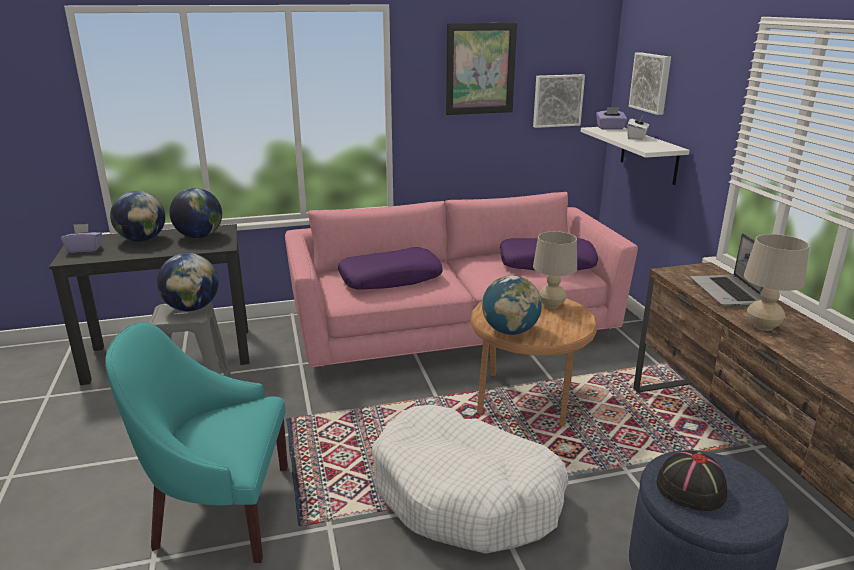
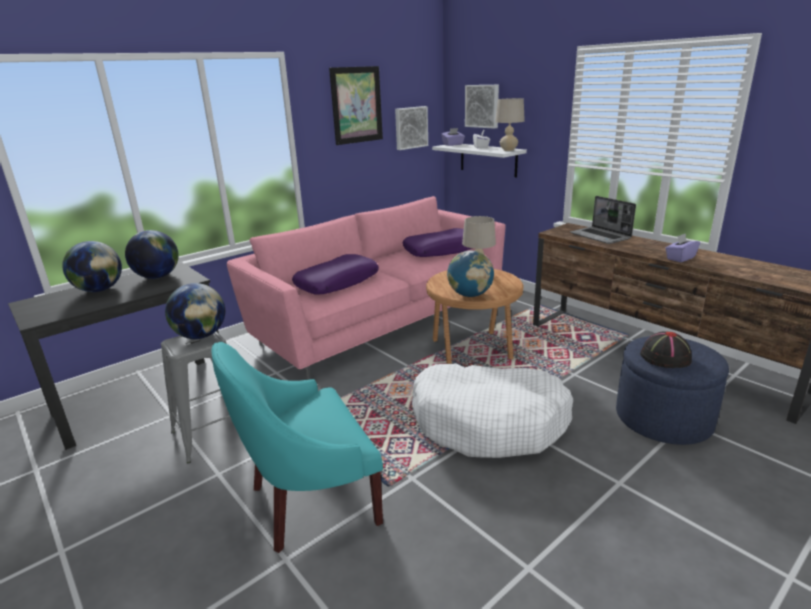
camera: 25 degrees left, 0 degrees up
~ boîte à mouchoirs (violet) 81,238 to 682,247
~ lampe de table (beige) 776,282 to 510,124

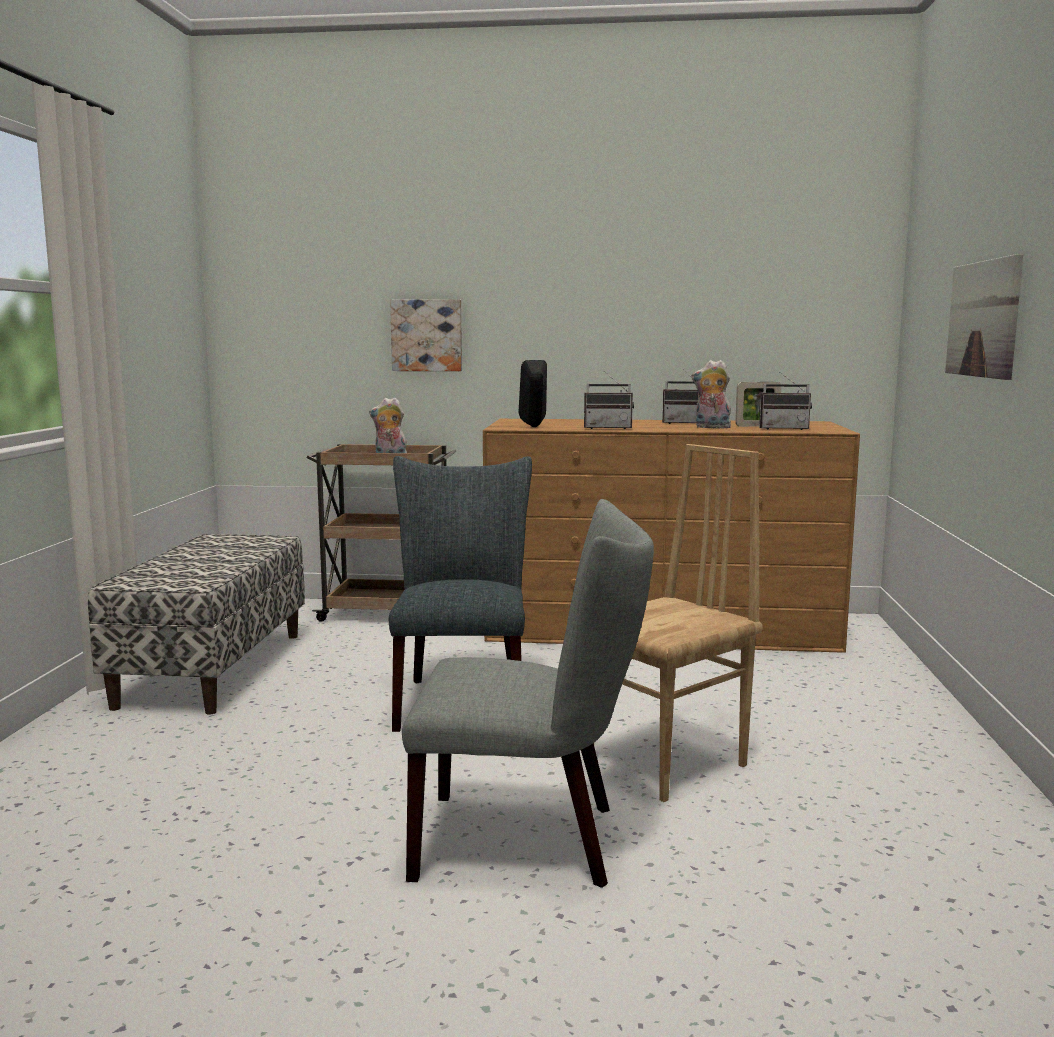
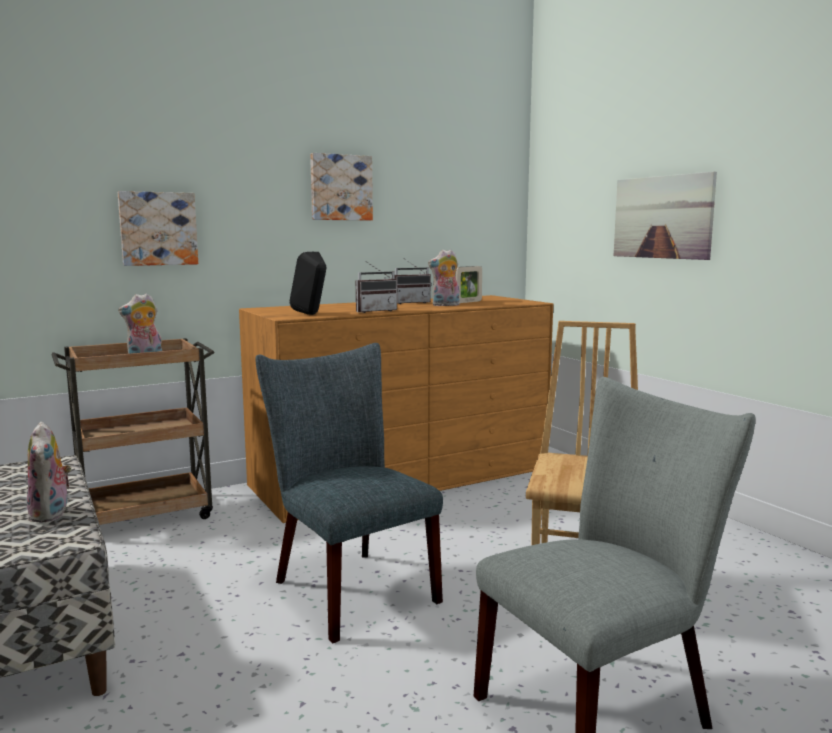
camera: 35 degrees left, 0 degrees up
- radio 785,400
+ tableau 341,186
+ peluche 49,472

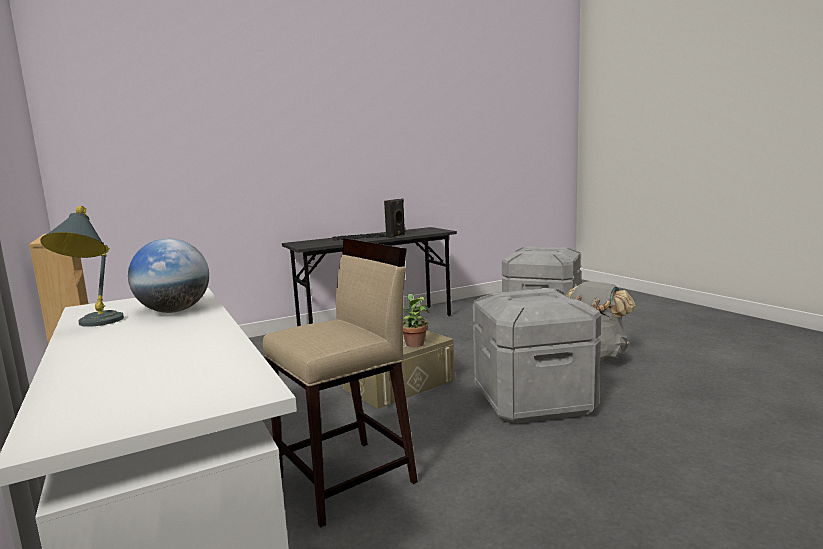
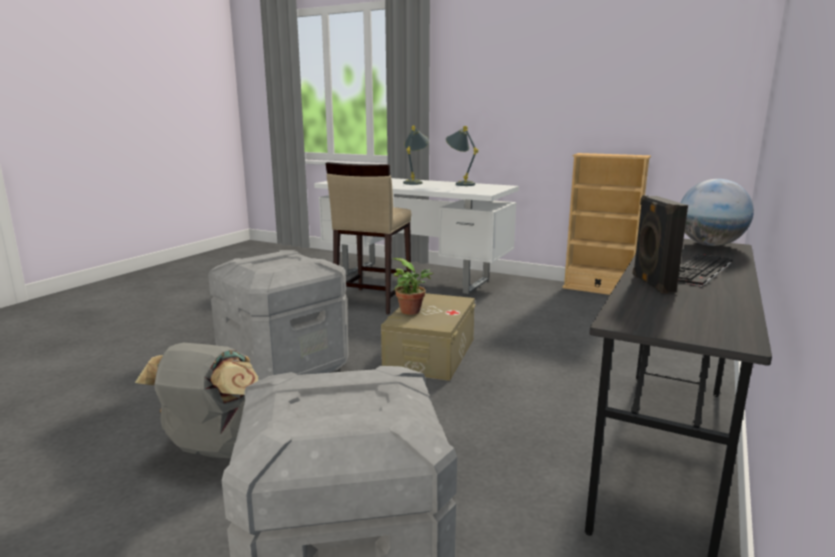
camera: 145 degrees right, 5 degrees up
~ globe 168,275 to 717,212
+ lampe de table (gris) 416,155

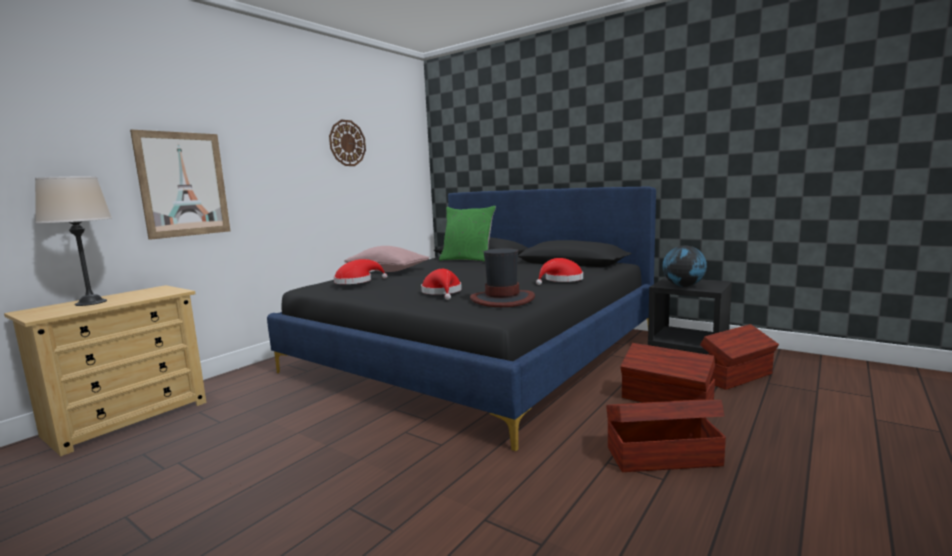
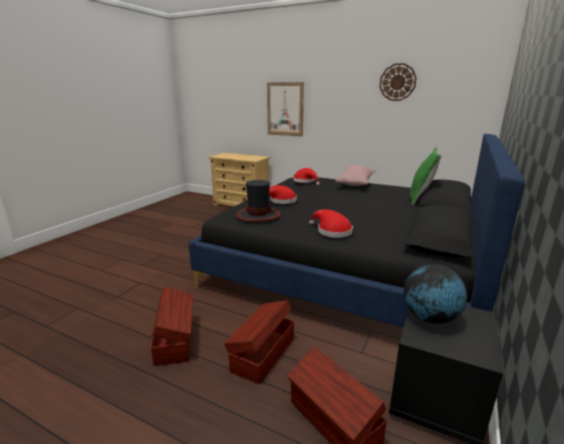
camera: 80 degrees right, 10 degrees up
- lampe de table (beige) 73,241

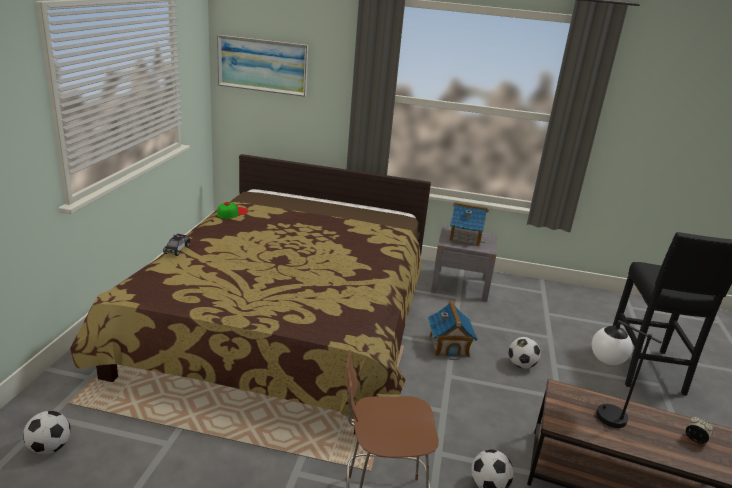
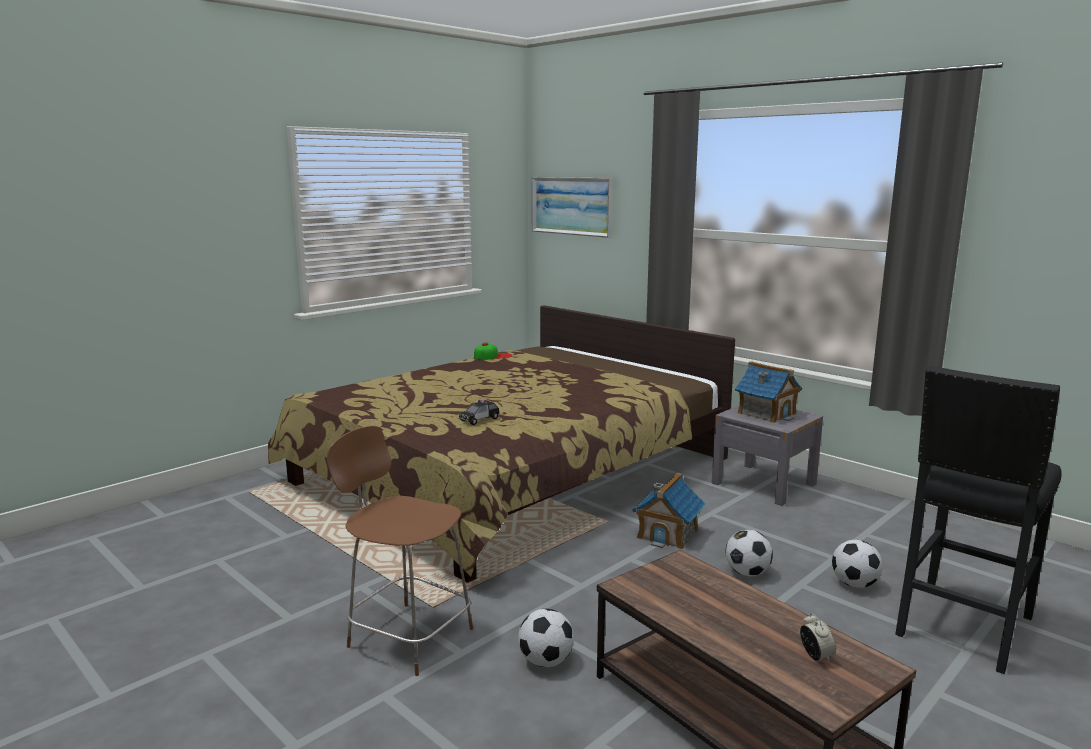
camera: 35 degrees right, 10 degrees down
~ petite voiture 176,245 to 479,412
- lampe de table 626,374
~ ballon de foot 47,433 to 857,564

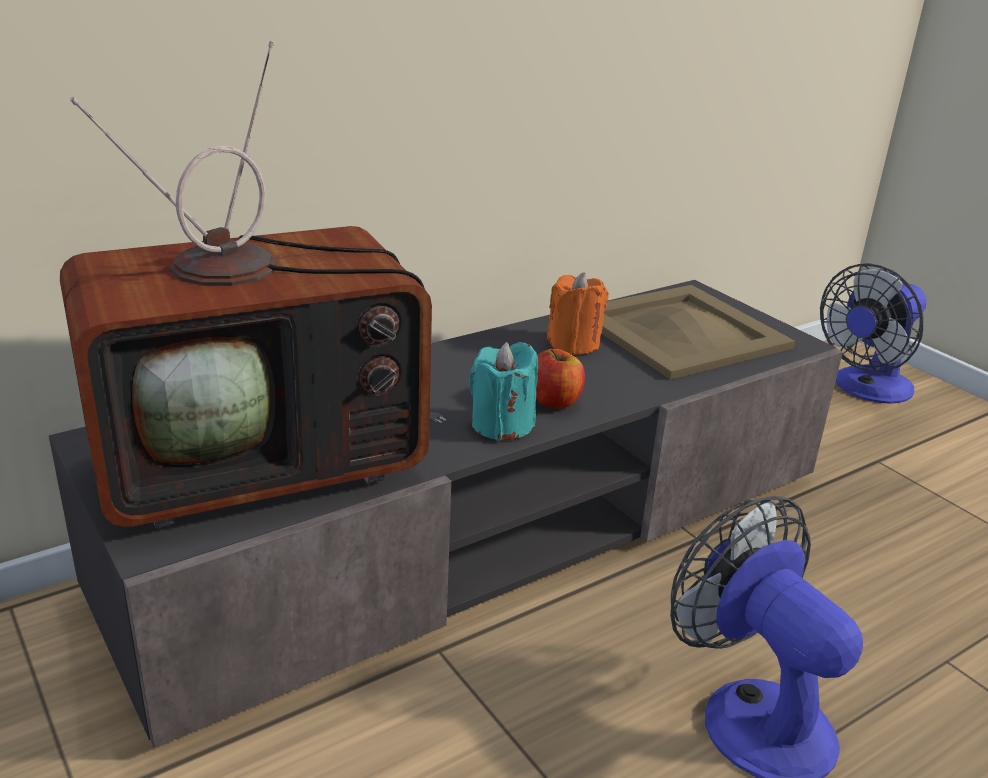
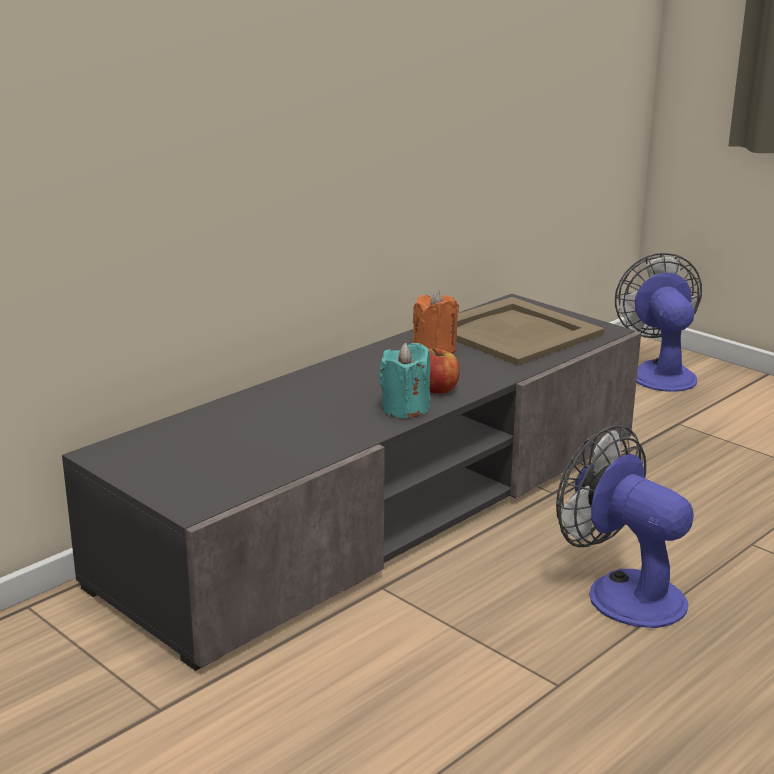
camera: 10 degrees left, 5 degrees down
- téléviseur 253,284
~ ventilateur 873,333 = 658,322 135 degrees clockwise

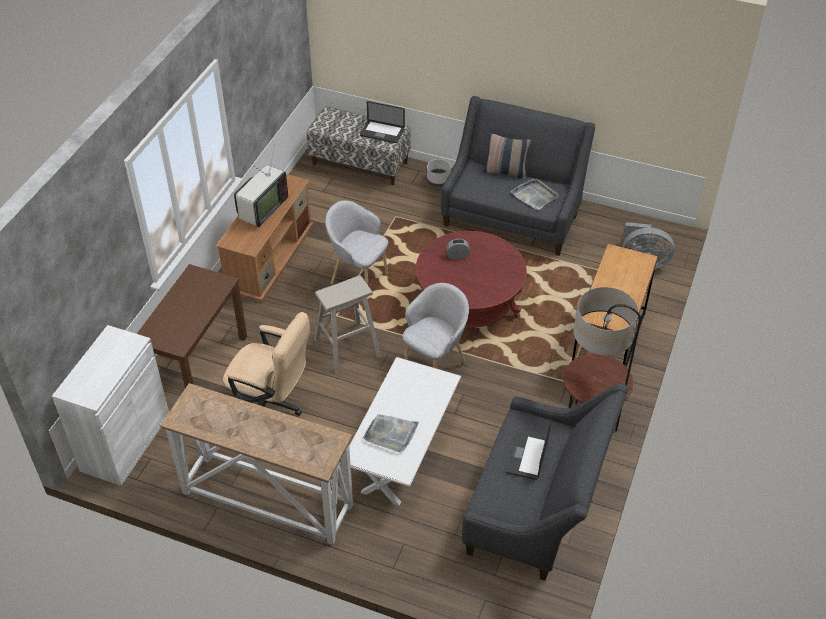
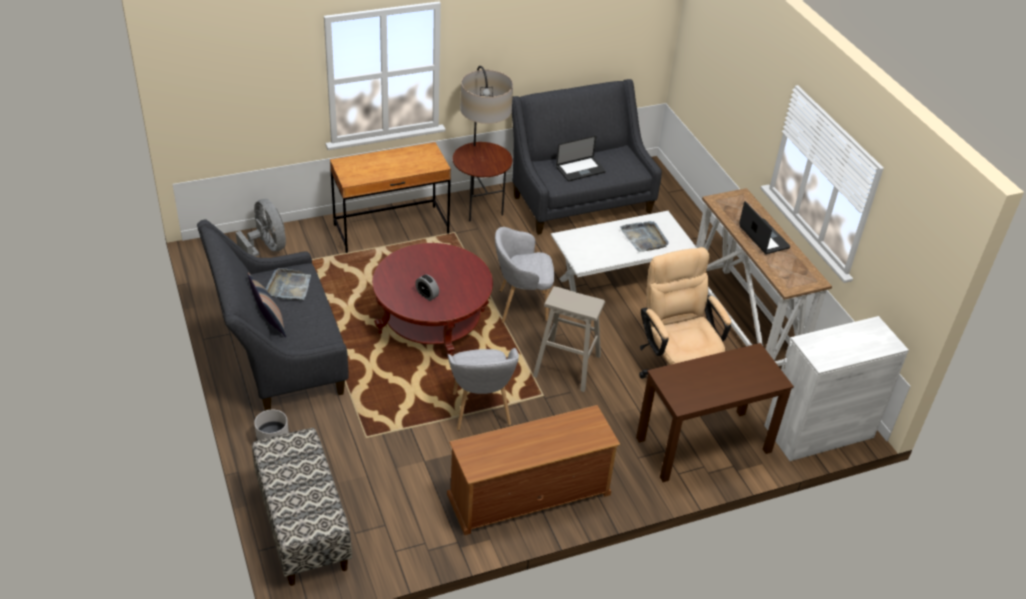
camera: 135 degrees left, 5 degrees down
~ ordinateur portable 382,122 to 764,227
- téléviseur 261,186

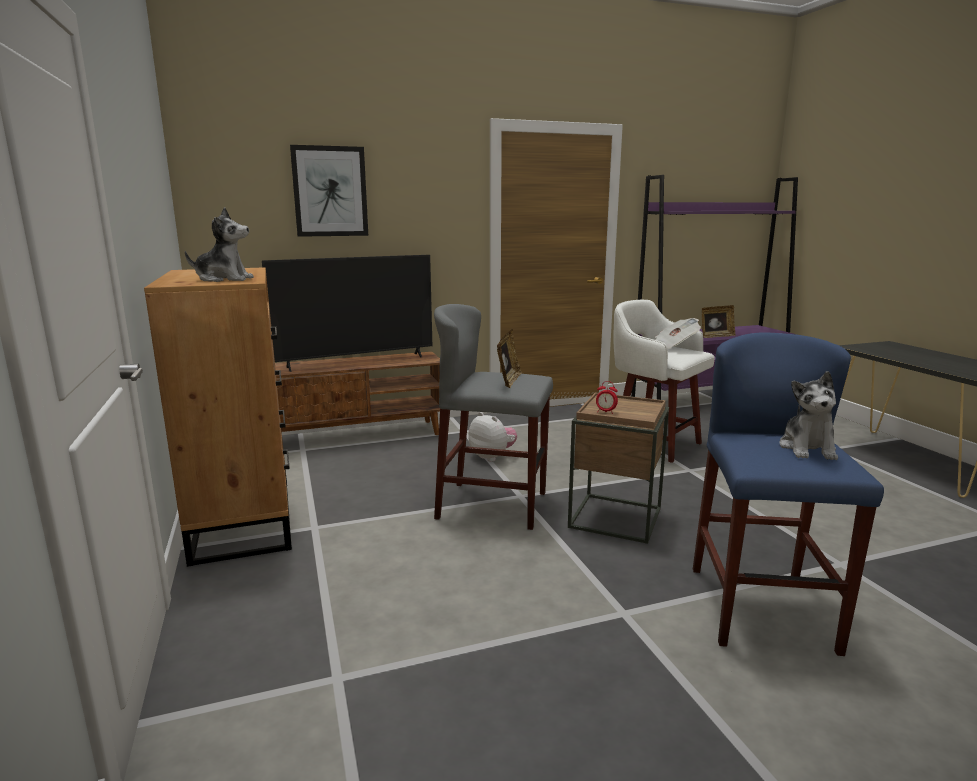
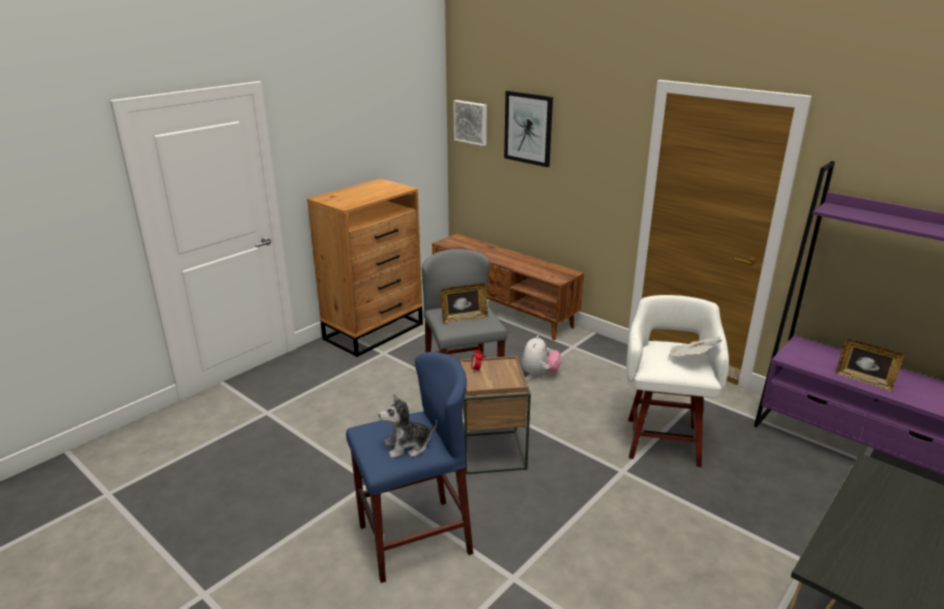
camera: 60 degrees right, 10 degrees up
- peluche 219,244
- téléviseur 347,313
+ tableau 470,123

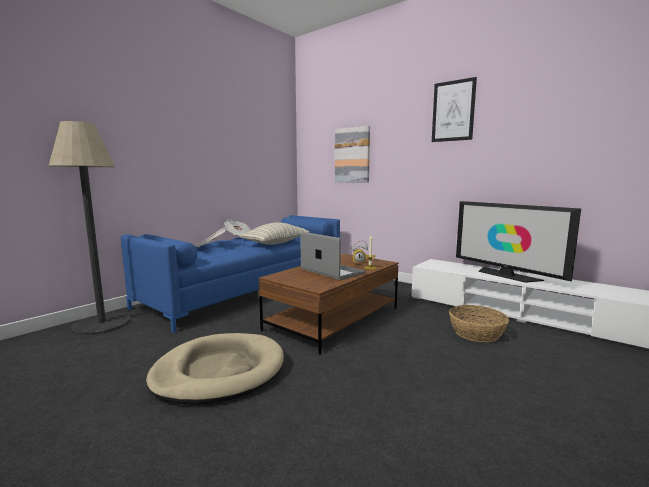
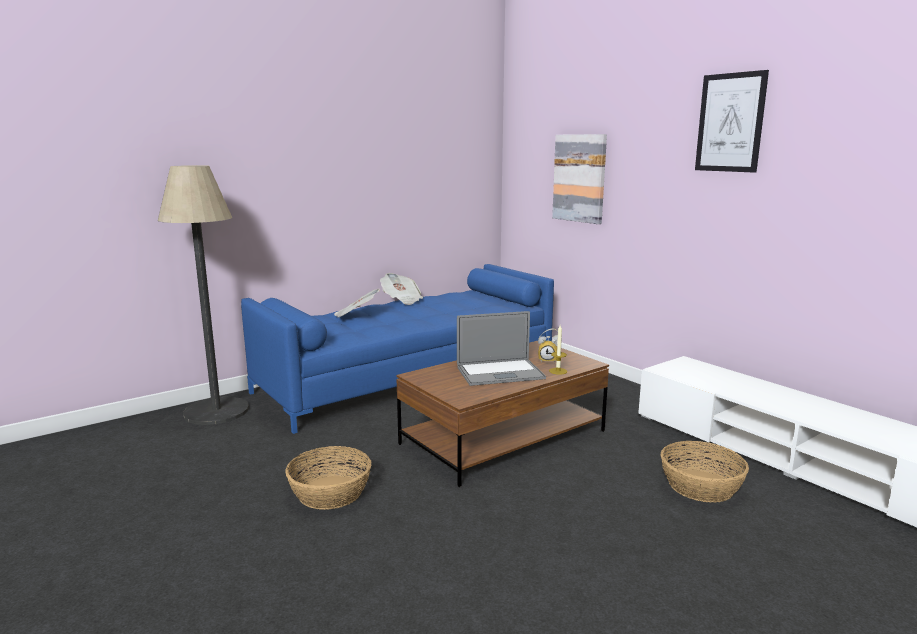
camera: 15 degrees right, 5 degrees up
- téléviseur 518,242
- coussin 274,233
~ ordinateur portable 333,256 = 501,348 105 degrees clockwise
~ panier pour chien (beige) 215,369 to panier 328,478

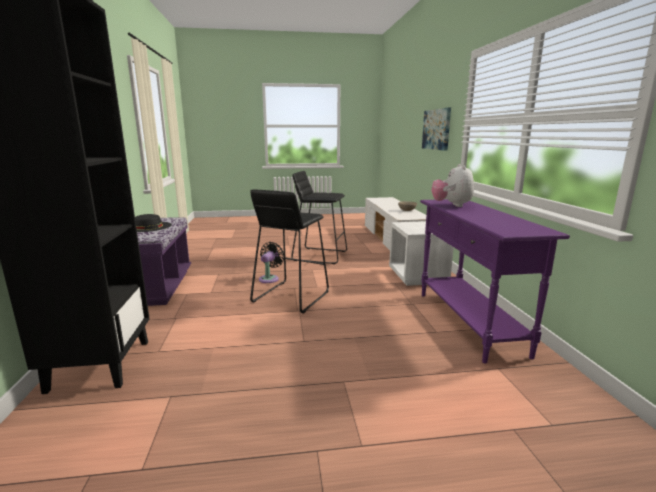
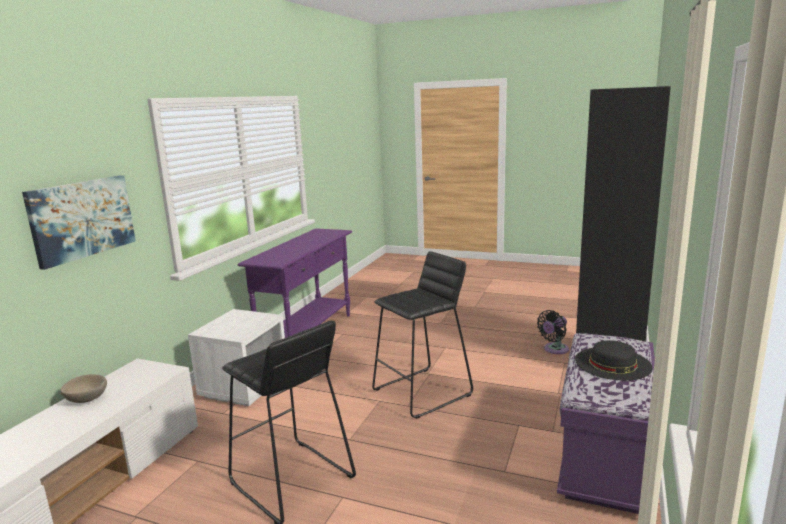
camera: 150 degrees left, 0 degrees up
- peluche 452,185
~ ventilateur (noir) 271,262 to 553,332

